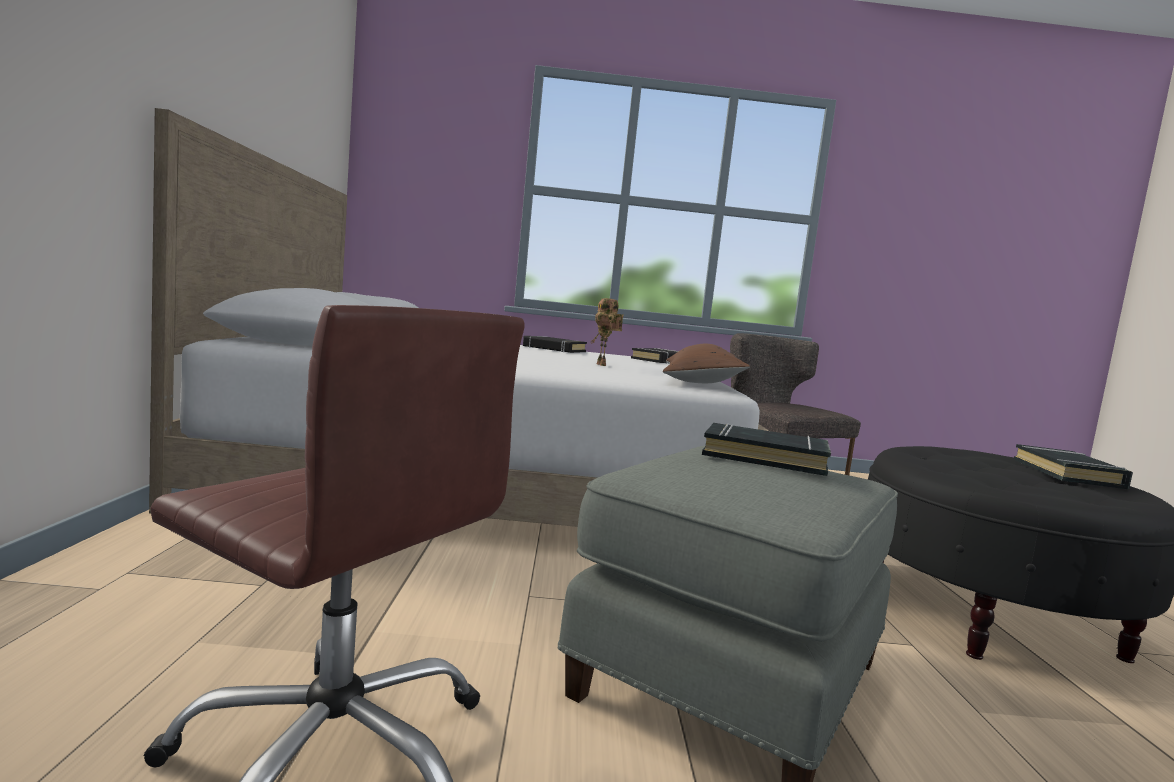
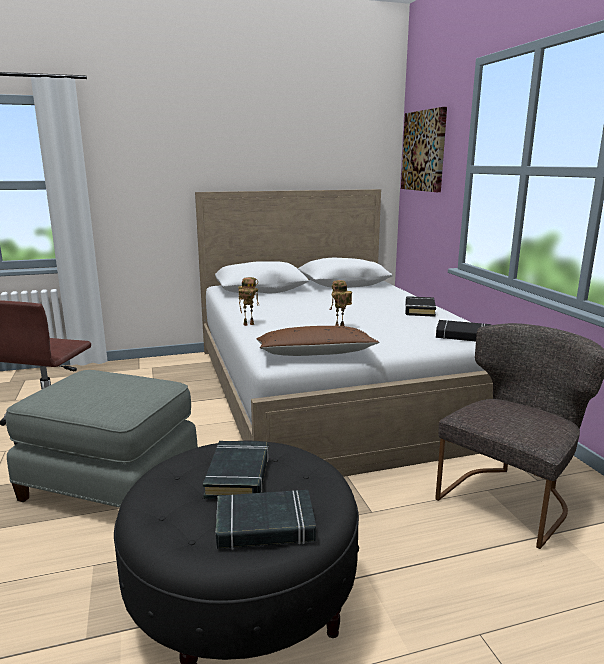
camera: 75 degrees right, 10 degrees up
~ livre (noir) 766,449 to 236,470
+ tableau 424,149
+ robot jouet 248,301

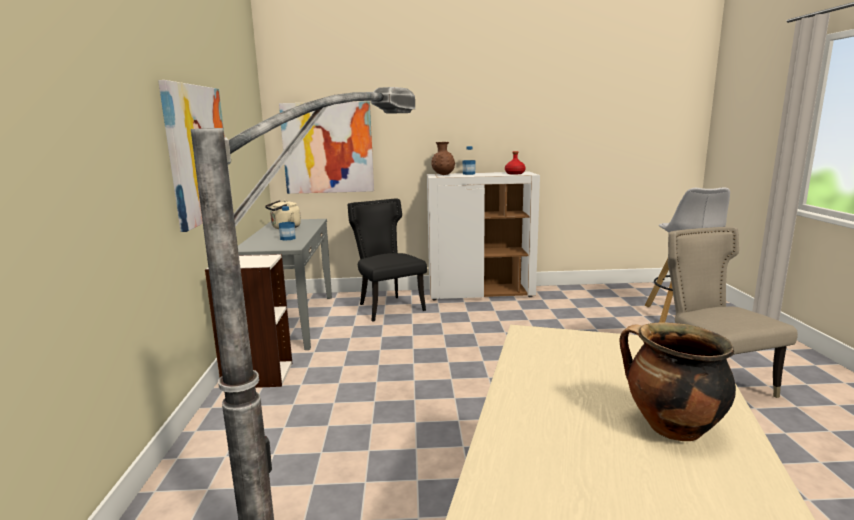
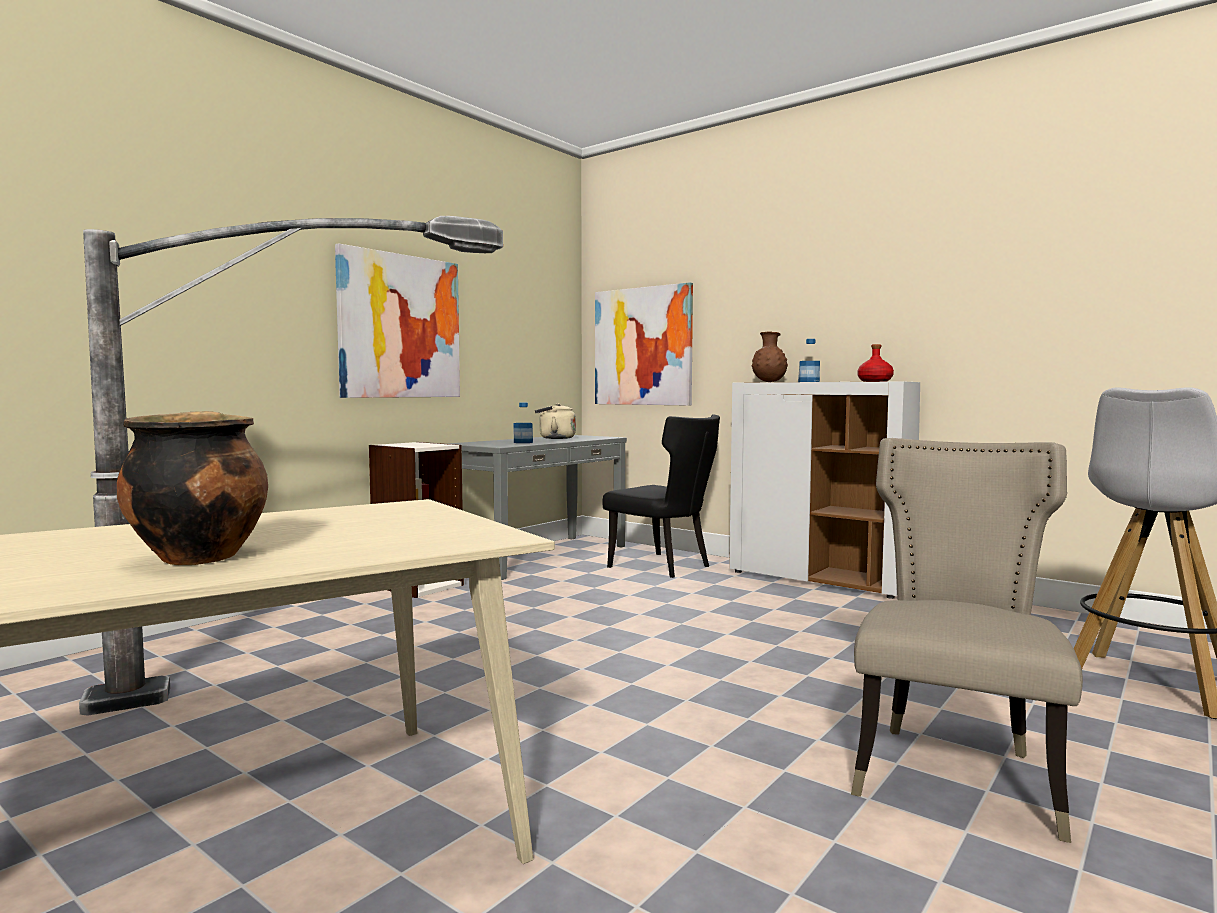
camera: 40 degrees right, 10 degrees down
~ chaise (noir) 387,260 = 661,496 120 degrees clockwise

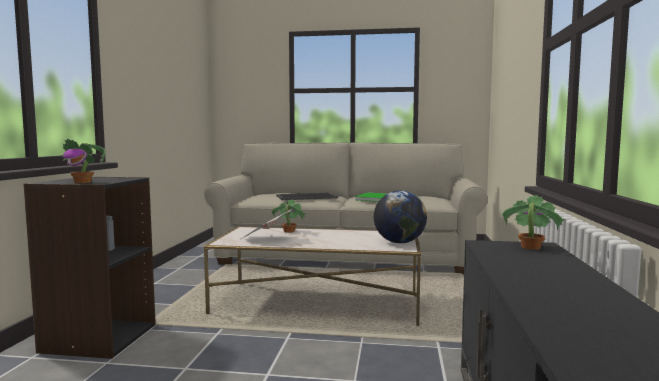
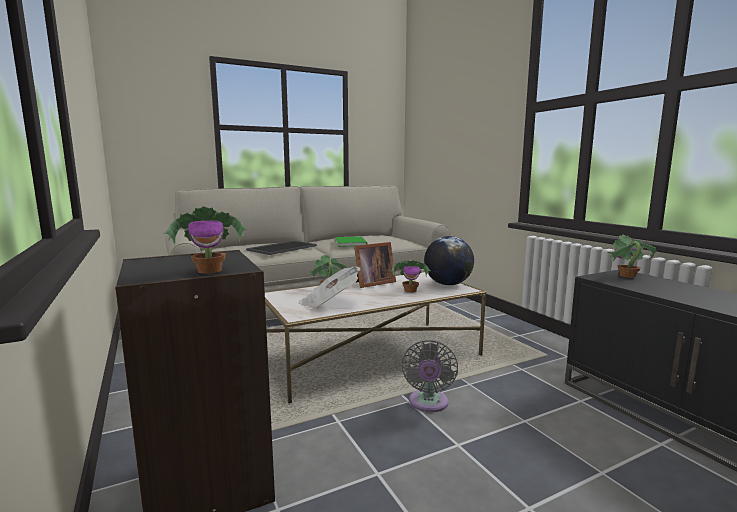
camera: 35 degrees left, 5 degrees up
+ cadre photo 375,265
+ plante en pot 411,276
+ ventilateur (gris) 430,376

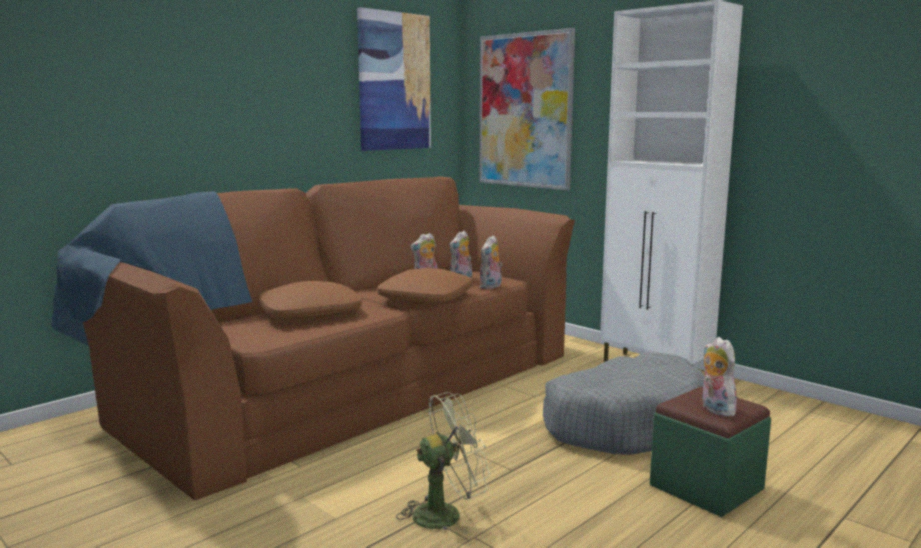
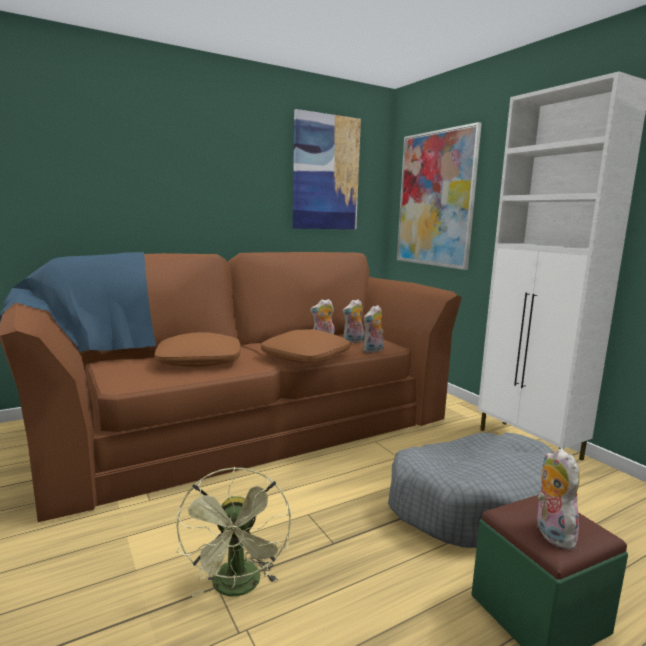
camera: 15 degrees right, 0 degrees up
~ ventilateur (vert) 443,463 = 233,532 90 degrees clockwise

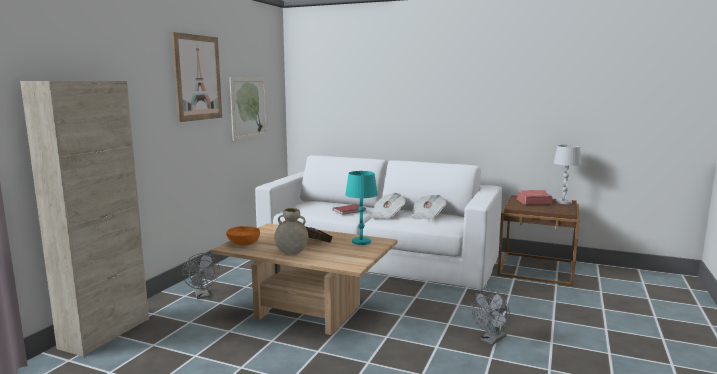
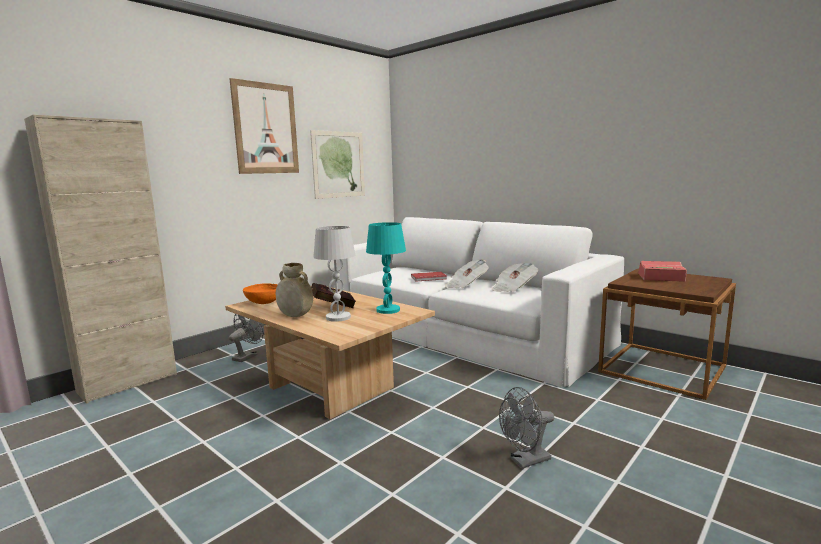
camera: 20 degrees right, 0 degrees up
~ lampe de table (blanc) 567,174 to 334,274
~ ventilateur (gris) 201,276 = 246,338 150 degrees counterclockwise

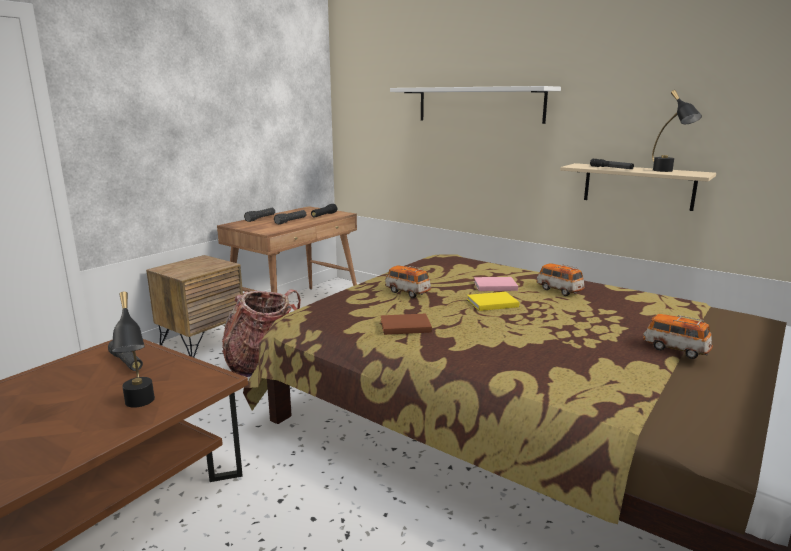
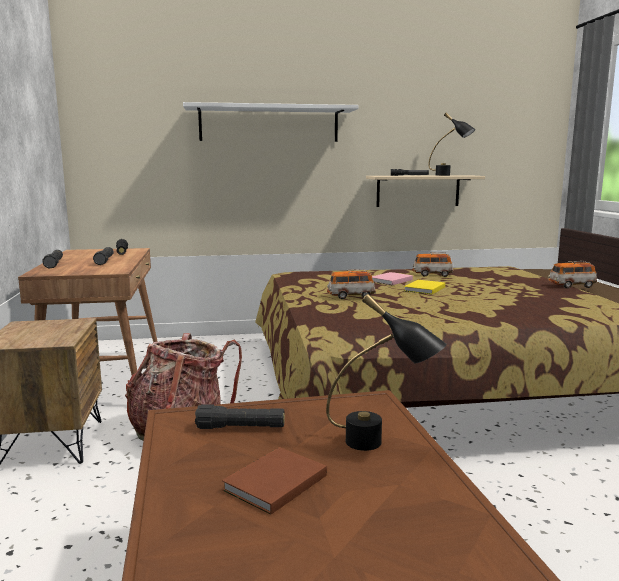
camera: 45 degrees left, 5 degrees down
~ livre (marron) 406,324 to 274,480

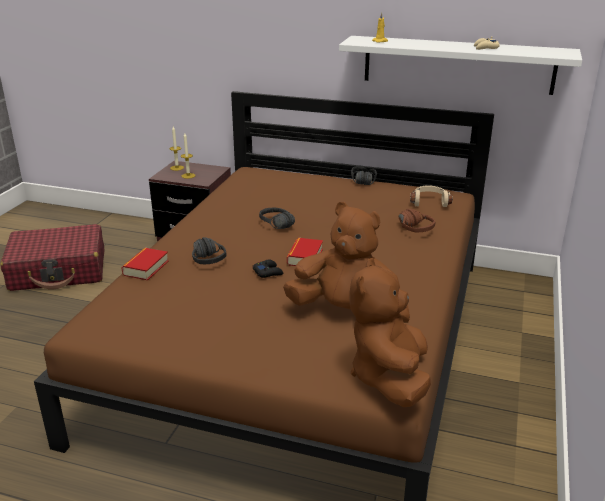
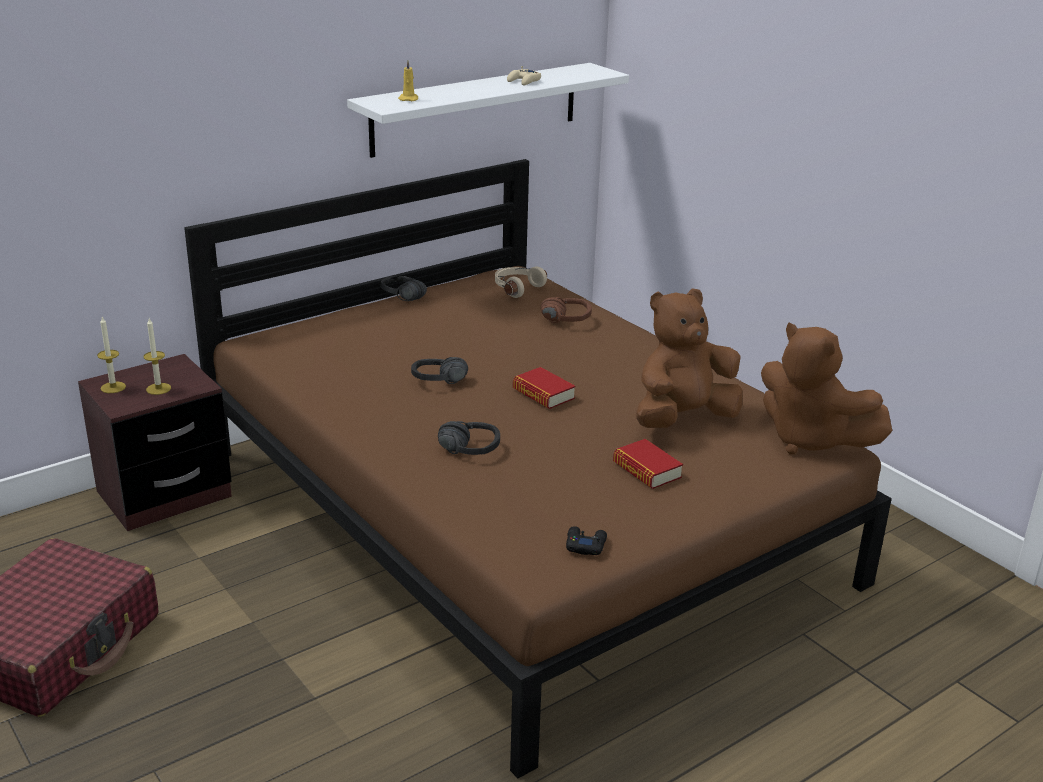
camera: 55 degrees left, 0 degrees up
~ livre 145,264 to 648,464
~ manette (noir) 268,269 to 586,540

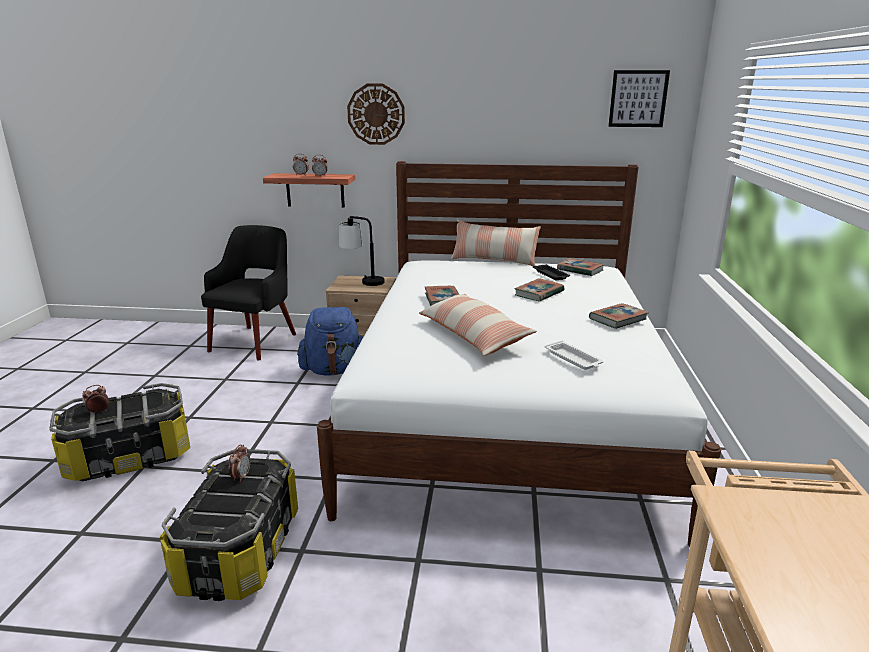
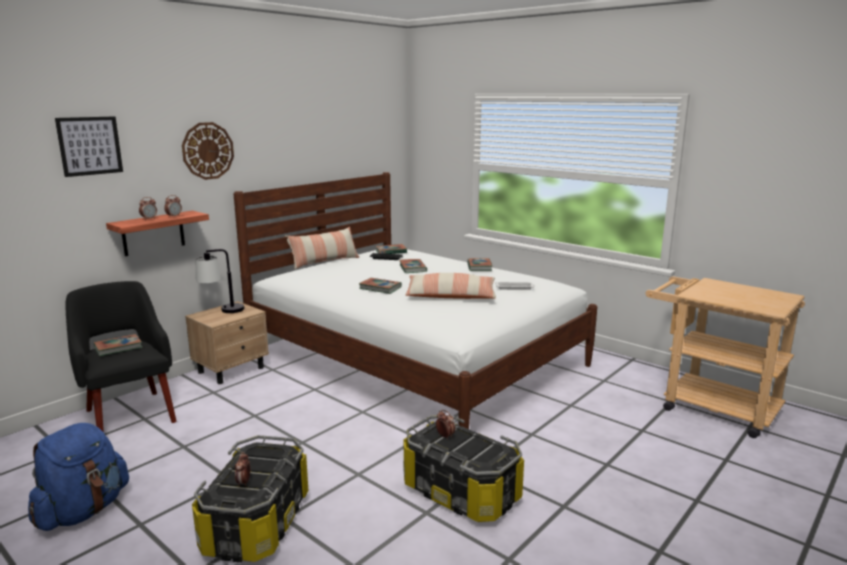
camera: 55 degrees left, 5 degrees down
~ tableau 639,98 to 89,146
~ sac à dos (bleu) 330,341 to 78,477
+ livre 118,345

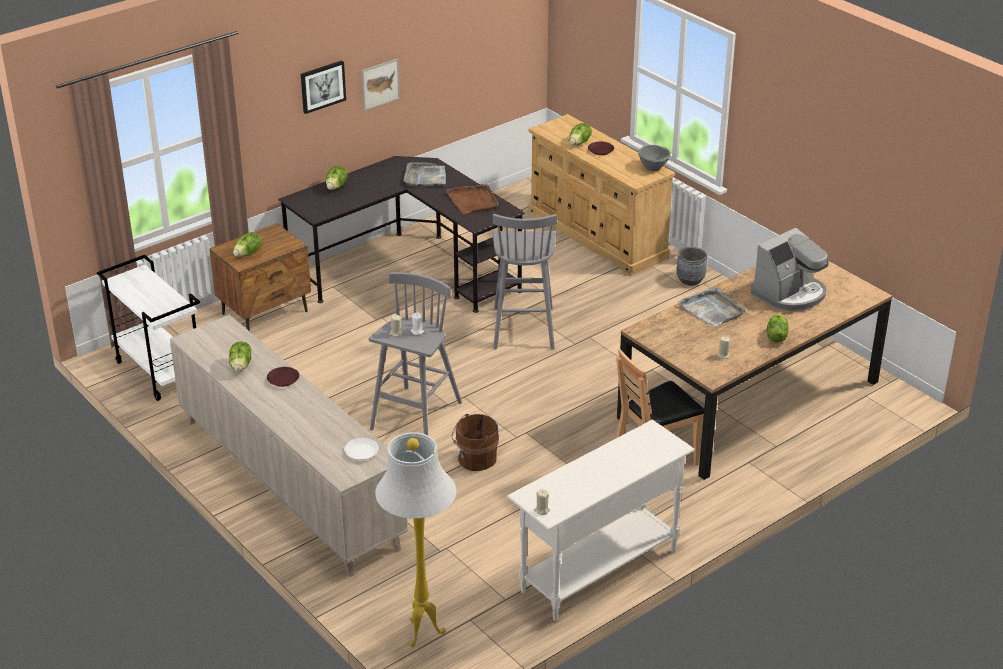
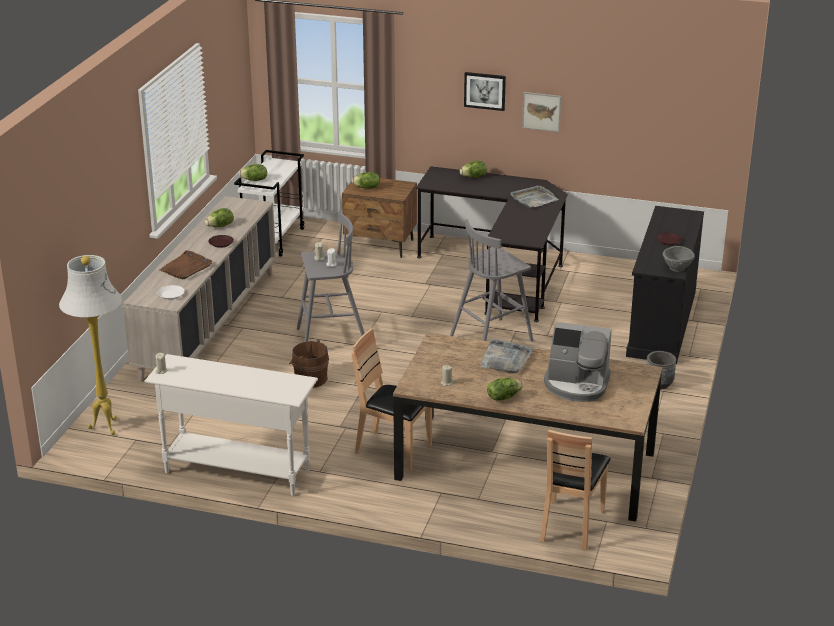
camera: 55 degrees right, 5 degrees down
~ commode (beige) 601,195 to commode (noir) 665,285
~ laitue 580,134 to 253,172
~ plateau (marron) 472,199 to 185,265
+ chaise (marron) 575,490

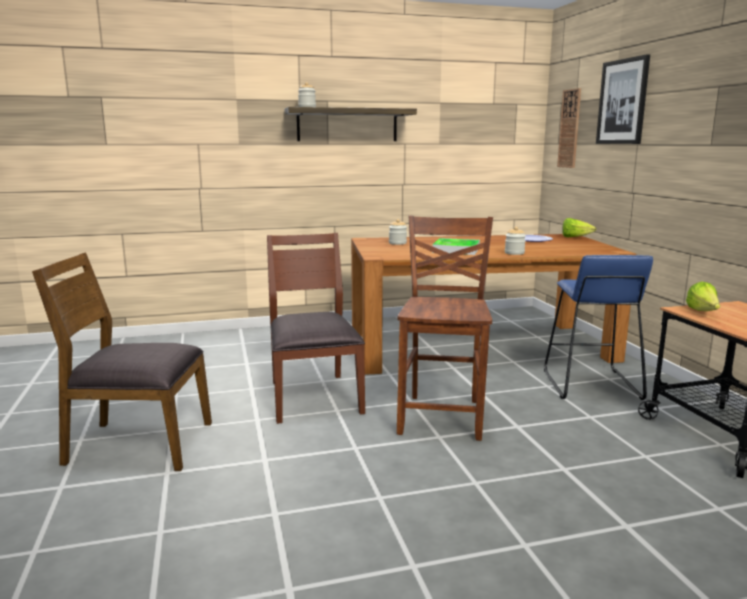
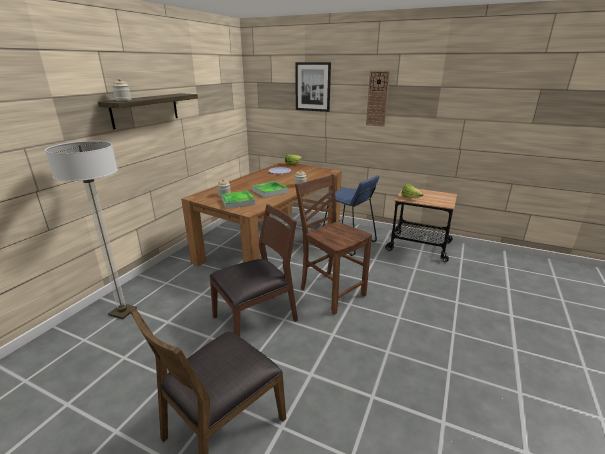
camera: 50 degrees left, 10 degrees up
~ horloge murale 569,128 to 378,98
~ chaise (marron) 316,328 = 253,270 120 degrees clockwise
+ lampadaire 91,230
+ plateau 238,200

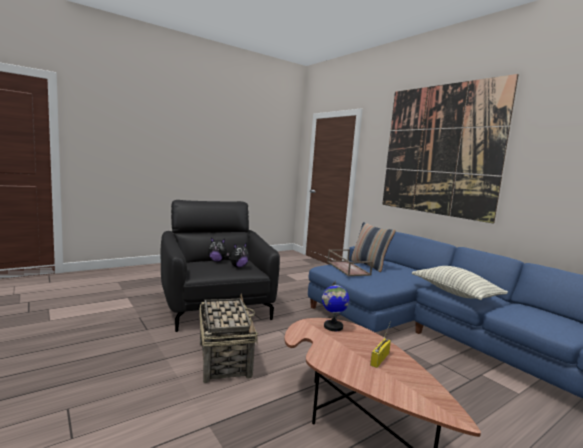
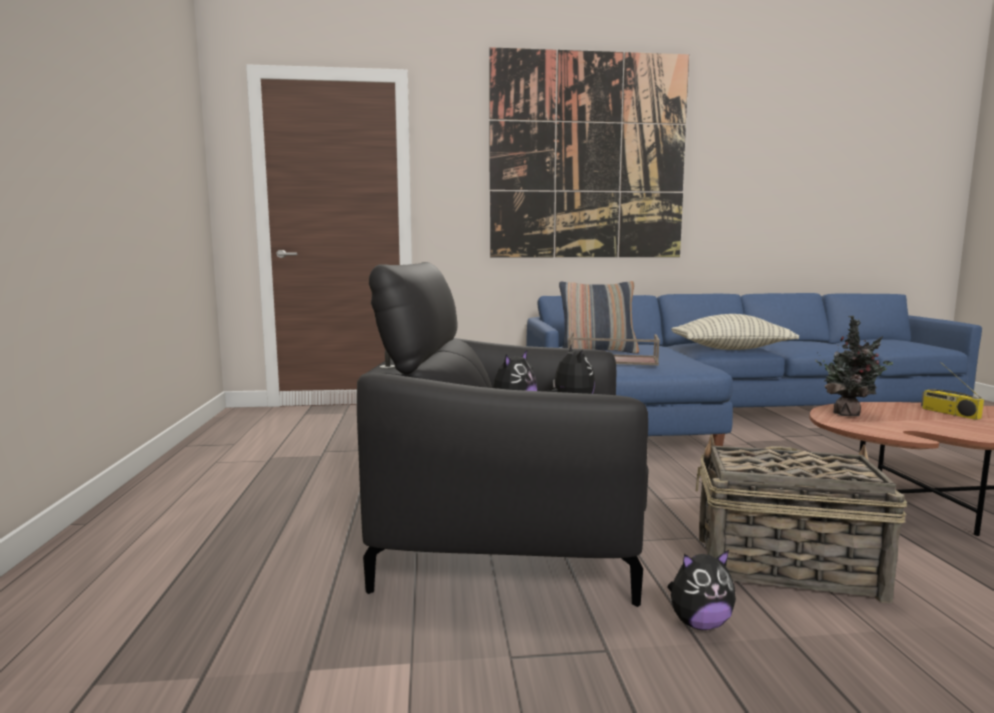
camera: 60 degrees left, 0 degrees up
~ globe 335,306 to plante en pot 854,366
+ peluche 701,590

